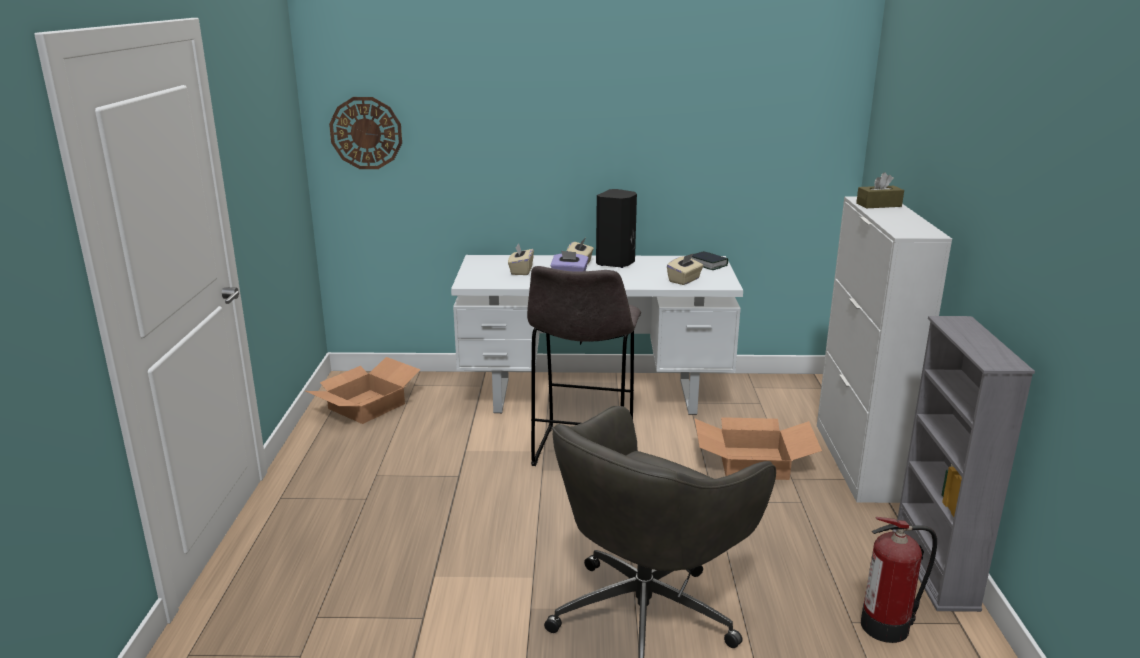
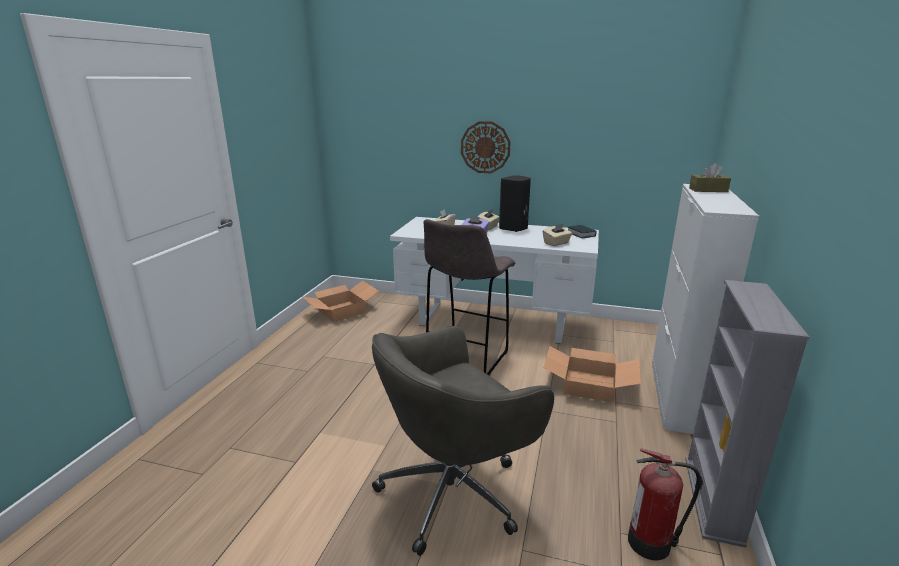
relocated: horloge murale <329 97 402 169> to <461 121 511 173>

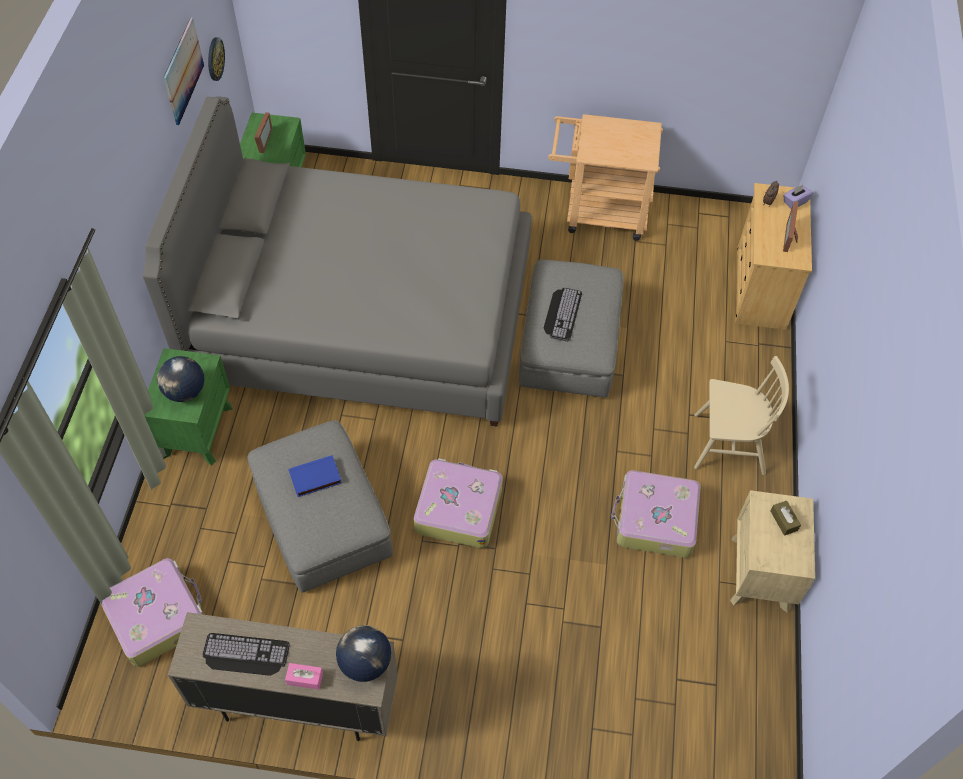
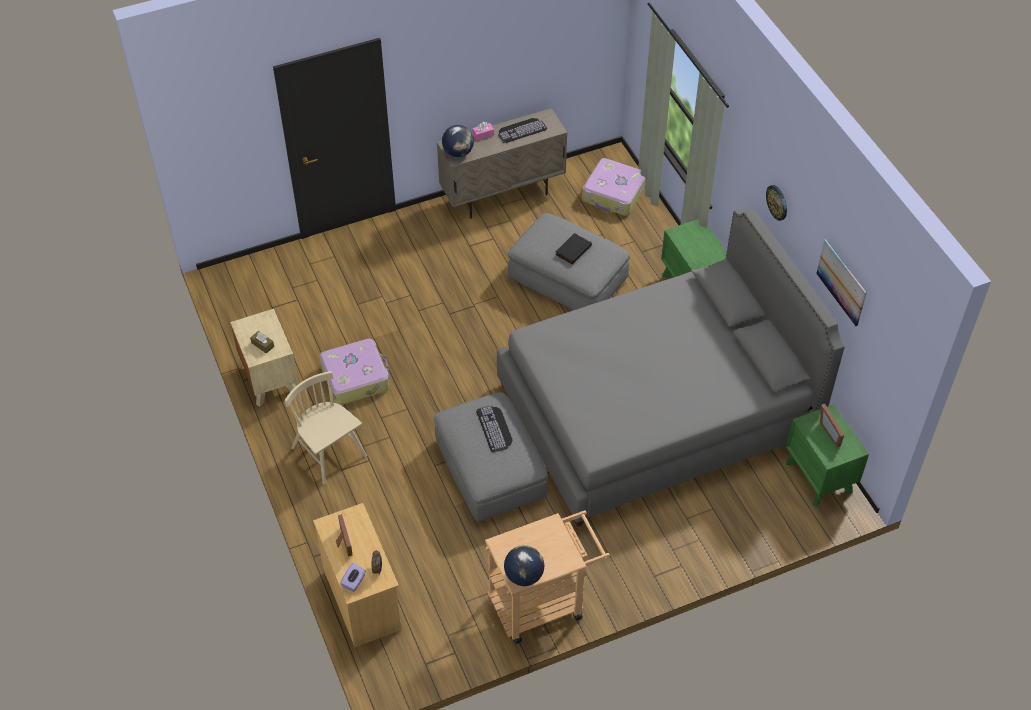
missing: valise <414 458 503 548>
relocated: globe <157 356 204 402> to <504 545 544 586>; horloge murale <208 37 225 81> to <766 185 787 221>
colour: livre (bleu) <289 455 342 497> to livre (noir) <555 233 592 264>
spun: chaise (beige) <694 356 789 475> = <285 371 367 484> 75 degrees clockwise

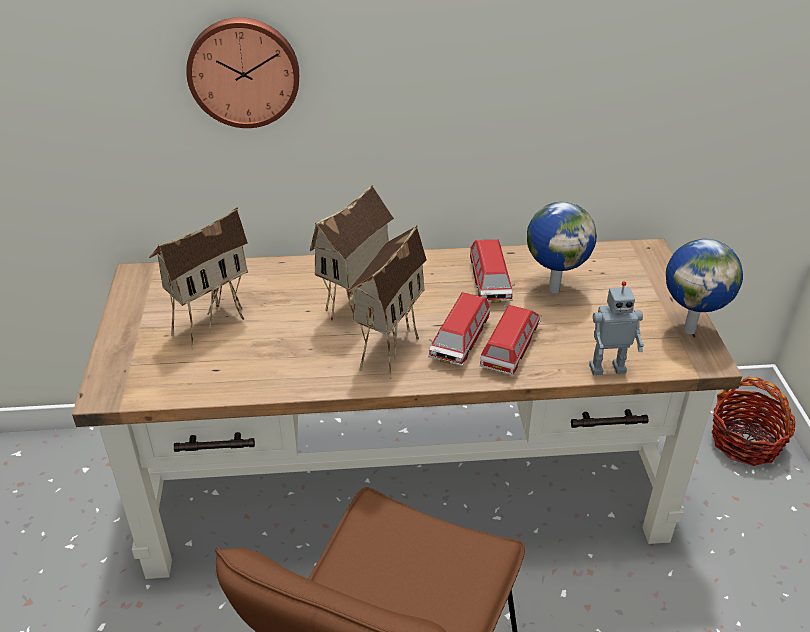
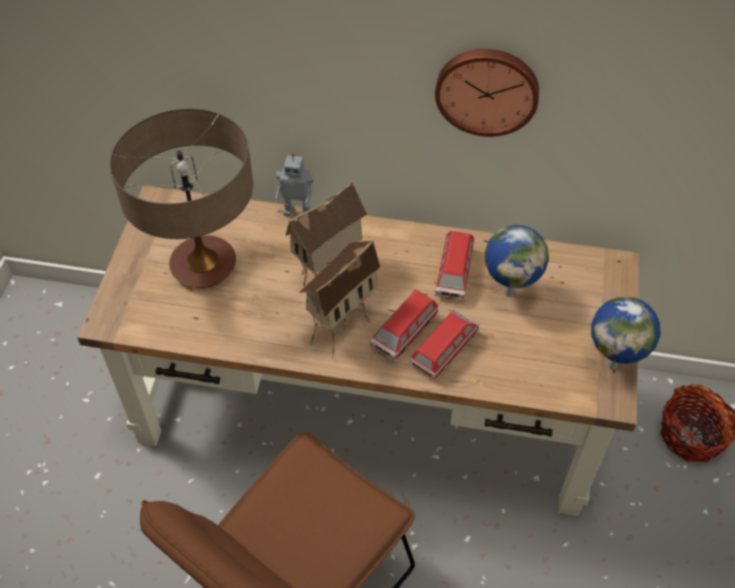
relocated: robot jouet <589 281 644 375> to <275 153 314 217>; horloge murale <186 17 299 128> to <435 49 539 137>
exchanged: maison miniature <149 207 248 350> to lampe de table <110 109 253 288>

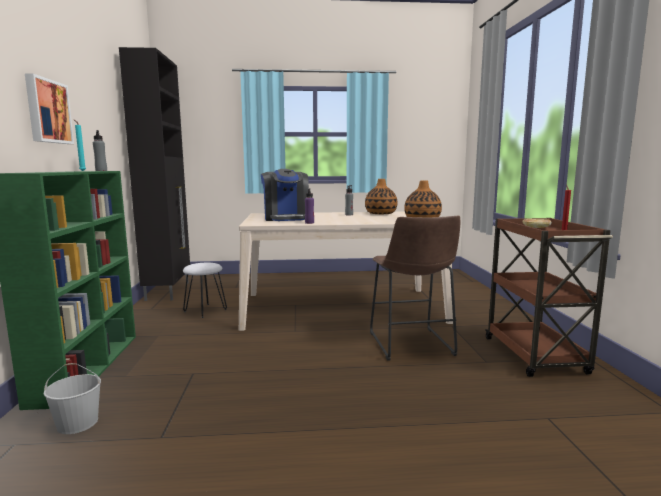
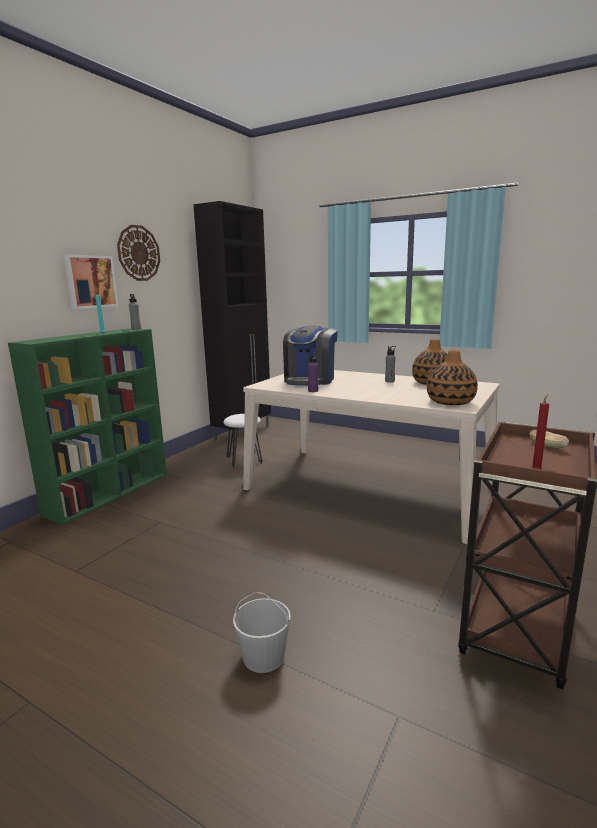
missing: tabouret (marron) <370 216 460 361>
appeared: horloge murale <117 225 160 281>
relocated: seau (blanc) <44 363 101 434> to <233 592 291 673>

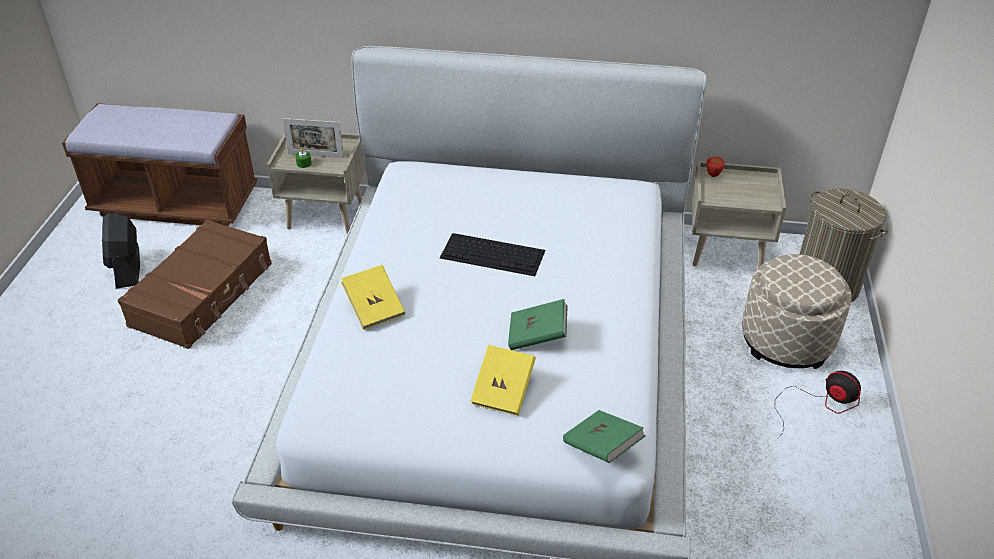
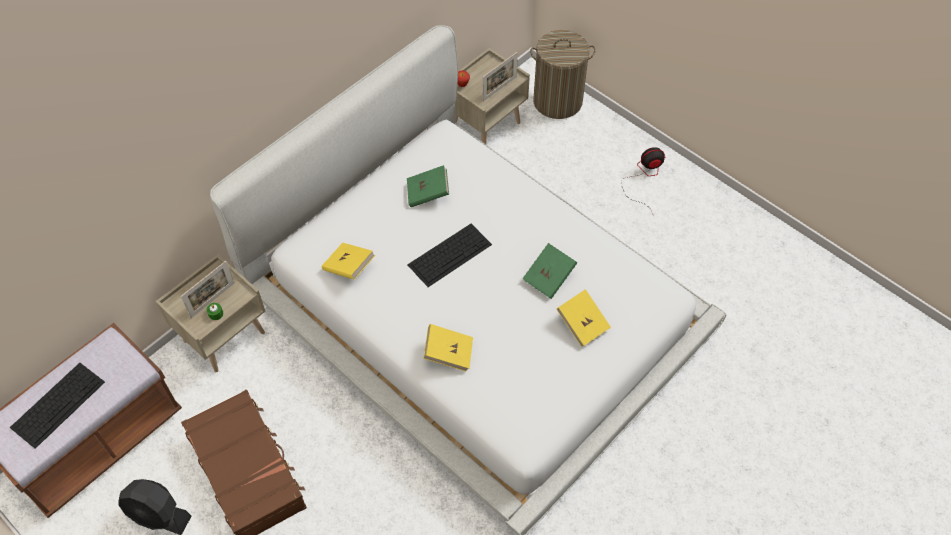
missing: pouf (beige) <742 254 852 369>
appeared: clavier <10 363 105 449>; livre (jaune) <322 243 375 280>; cadre photo <482 52 518 102>
relocated: livre (vert) <563 410 645 463> to <407 165 449 207>

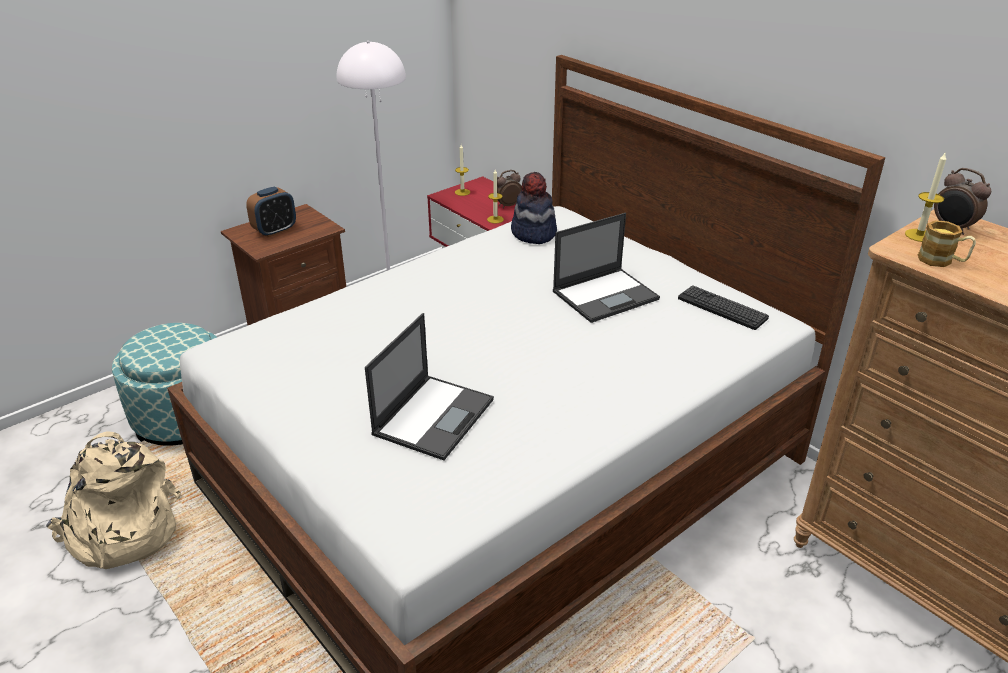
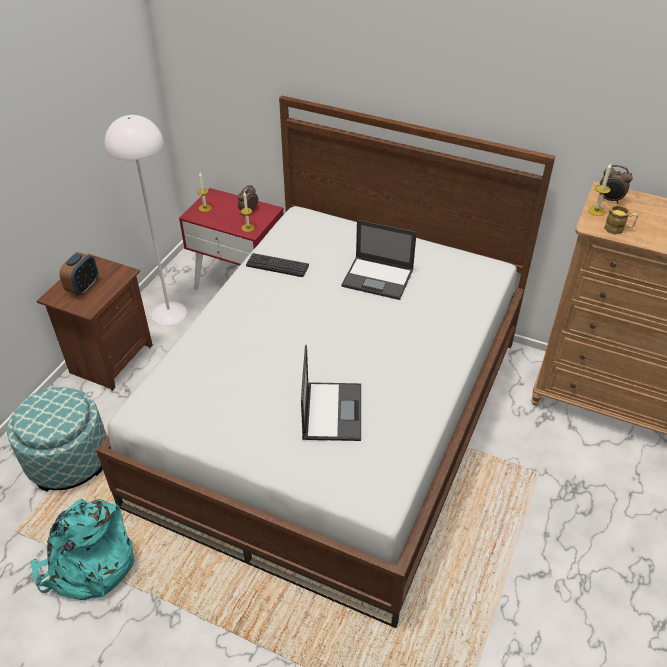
missing: chapeau <511 172 557 244>
relocated: clavier <678 285 769 330> to <246 253 309 277>
colour: sac à dos (beige) <46 431 181 569> to sac à dos (turquoise) <31 499 134 601>
spun: ordinateur portable <553 213 660 323> = <341 220 417 300> 75 degrees clockwise

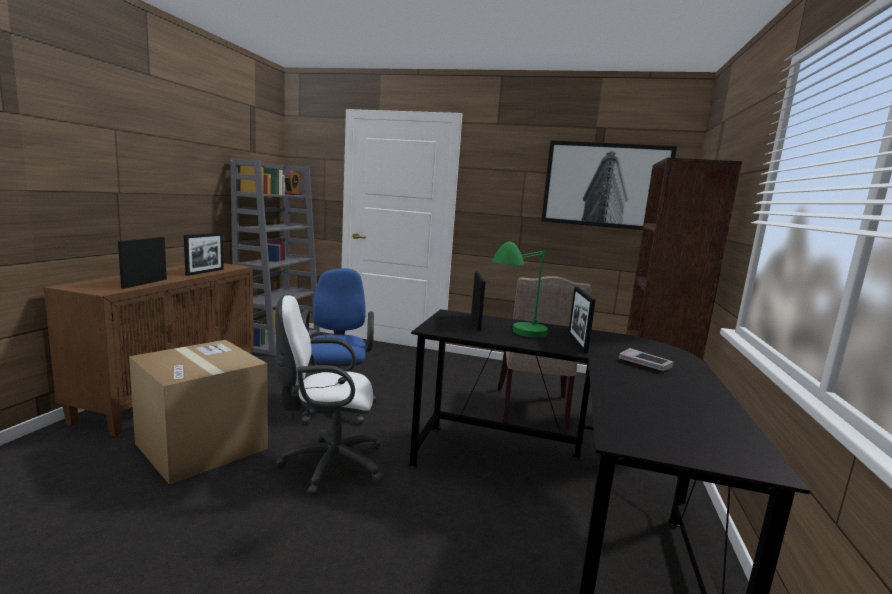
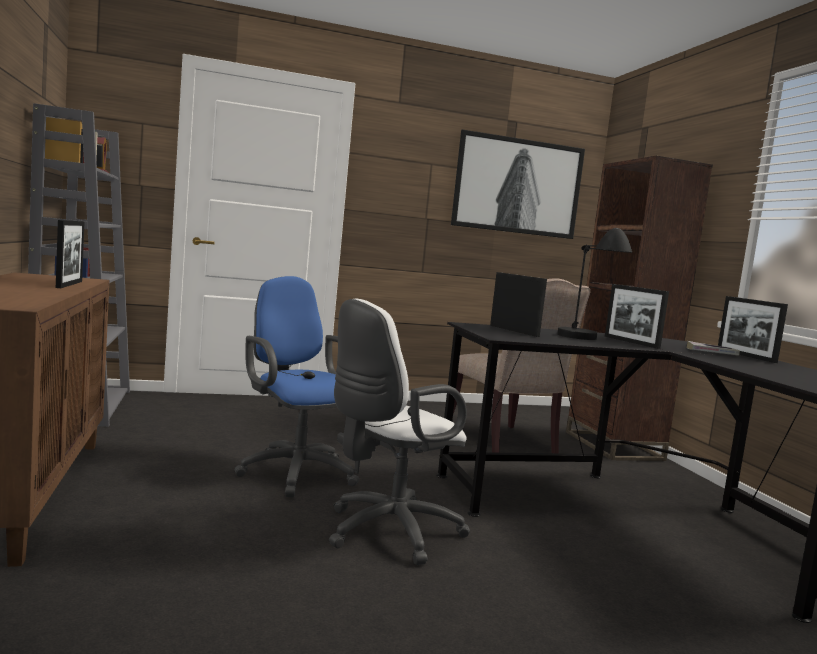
missing: carton <129 340 268 484>
relocated: cadre photo <118 237 167 289> to <718 296 788 363>
colour: lampe de table (vert) <492 242 548 338> to lampe de table (noir) <557 228 632 340>

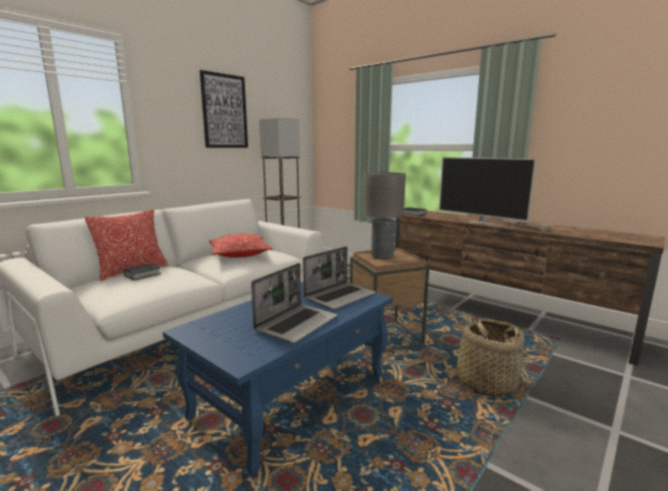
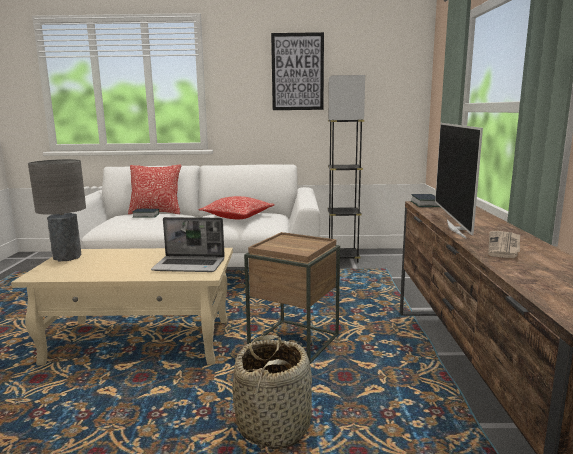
missing: ordinateur portable <251 263 338 343>
relocated: lampe de table (gris) <364 172 406 259> to <28 159 86 262>
colour: table basse (bleu) <163 282 393 475> to table basse (beige) <11 248 233 366>

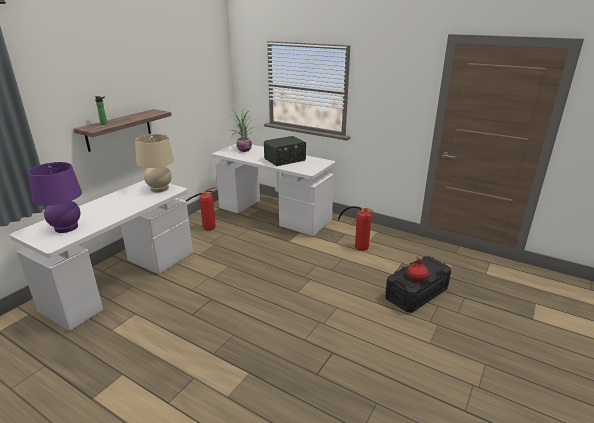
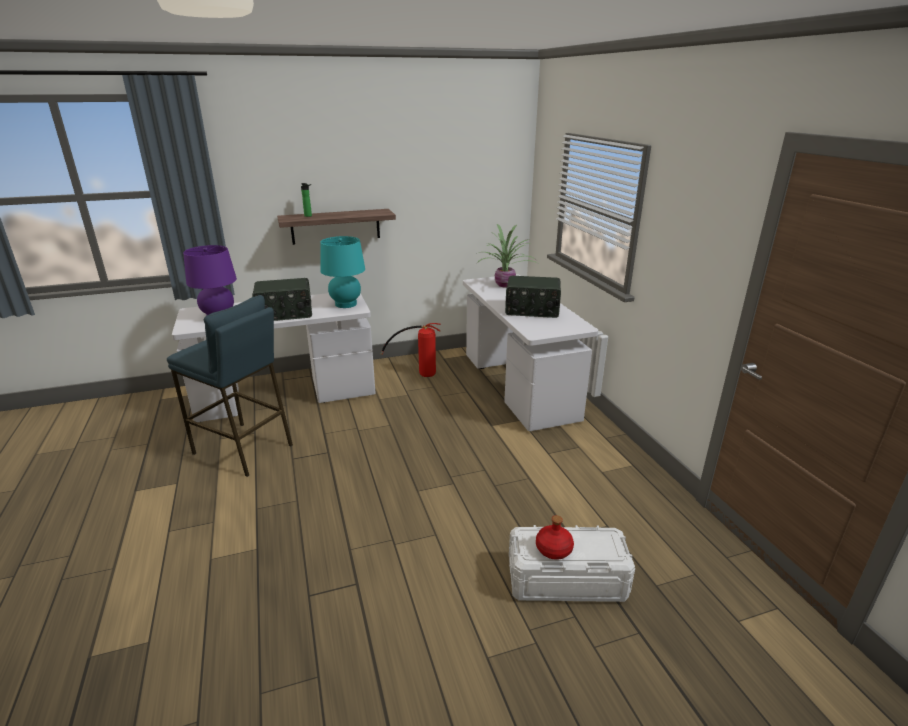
missing: extincteur <337 206 374 251>
appeared: tabouret (bleu) <167 295 293 477>; radio <252 278 312 321>
colour: lampe de table (beige) <135 134 174 192> to lampe de table (turquoise) <320 236 365 308>; boîte de rangement (noir) <386 256 451 313> to boîte de rangement (blanc) <509 525 635 602>

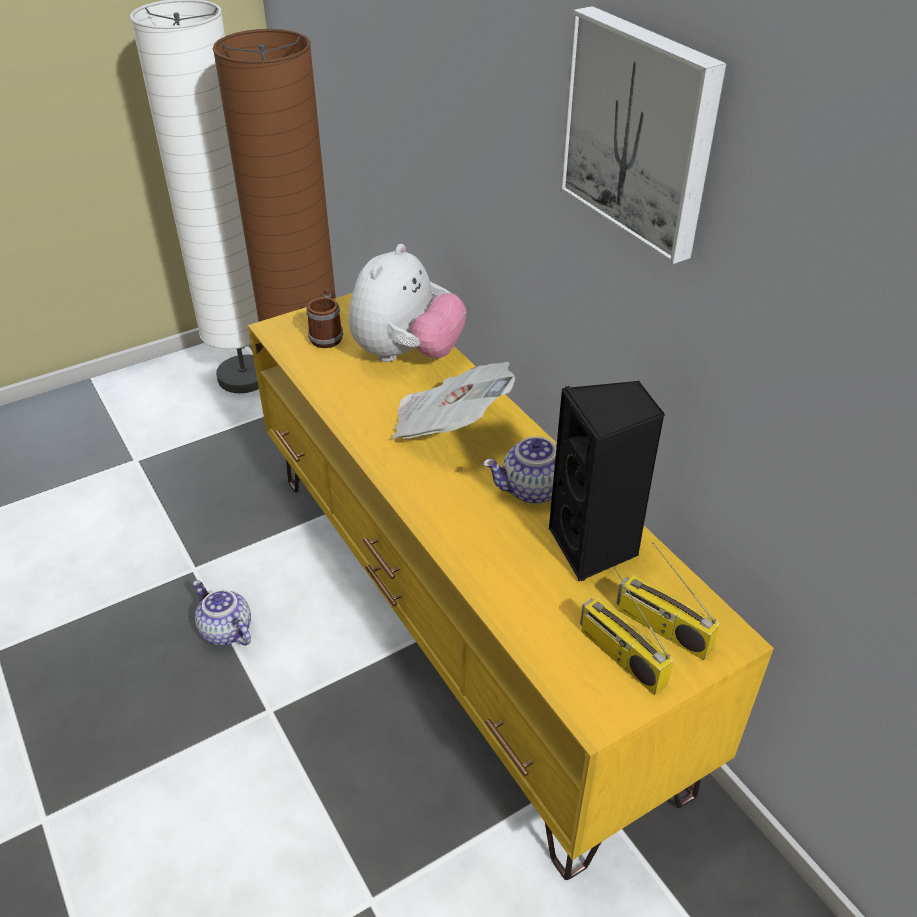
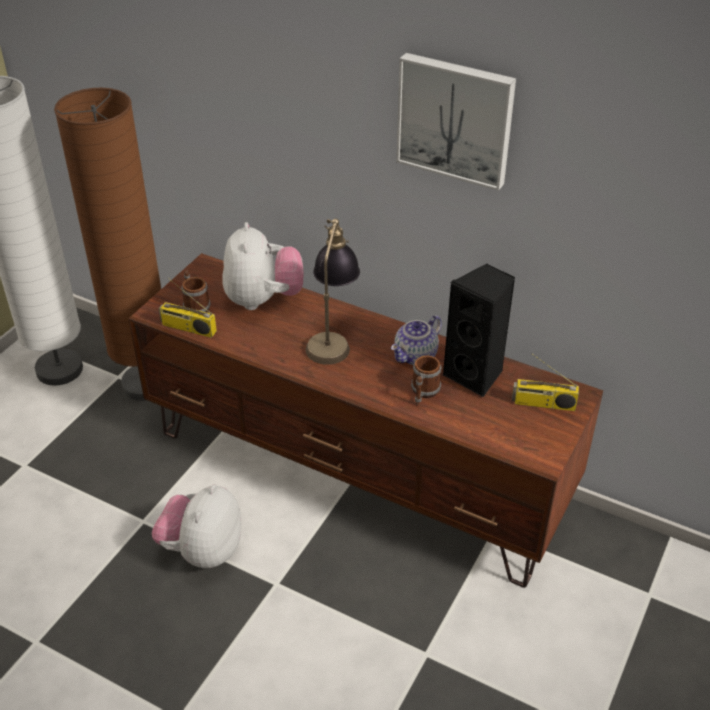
appeared: mug <411 355 441 406>
relocated: radio <580 567 674 695> to <158 278 217 338>
exchanged: théière <193 580 251 646> to peluche <152 485 241 568>; journal <392 362 515 439> to lampe de table <306 218 360 365>
colour: meuble télé (jaune) <248 293 774 880> to meuble télé (marron) <128 253 603 588>

